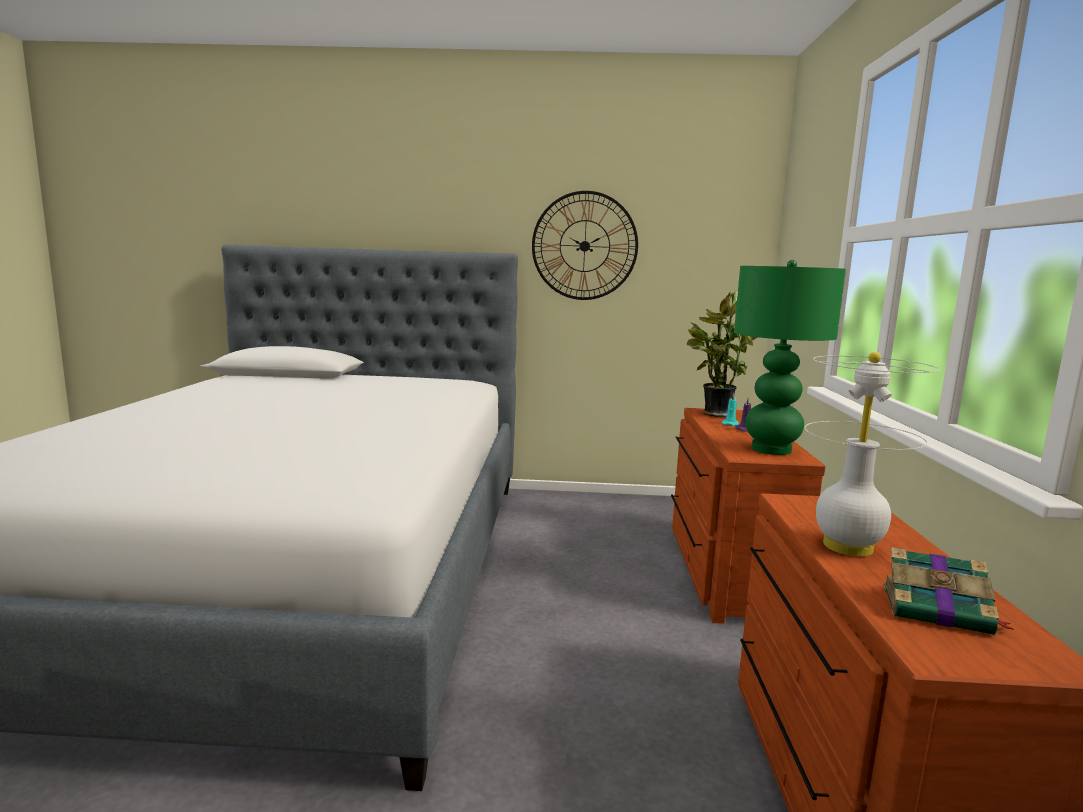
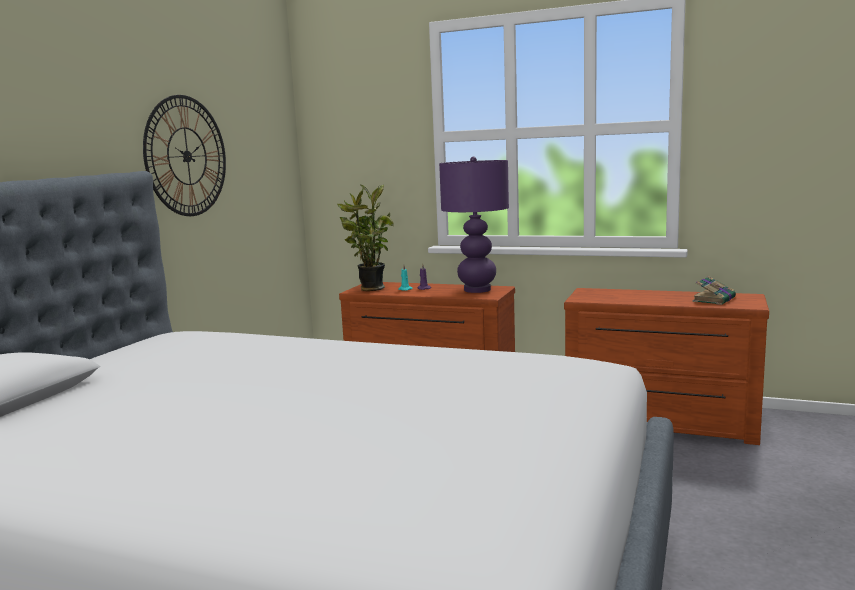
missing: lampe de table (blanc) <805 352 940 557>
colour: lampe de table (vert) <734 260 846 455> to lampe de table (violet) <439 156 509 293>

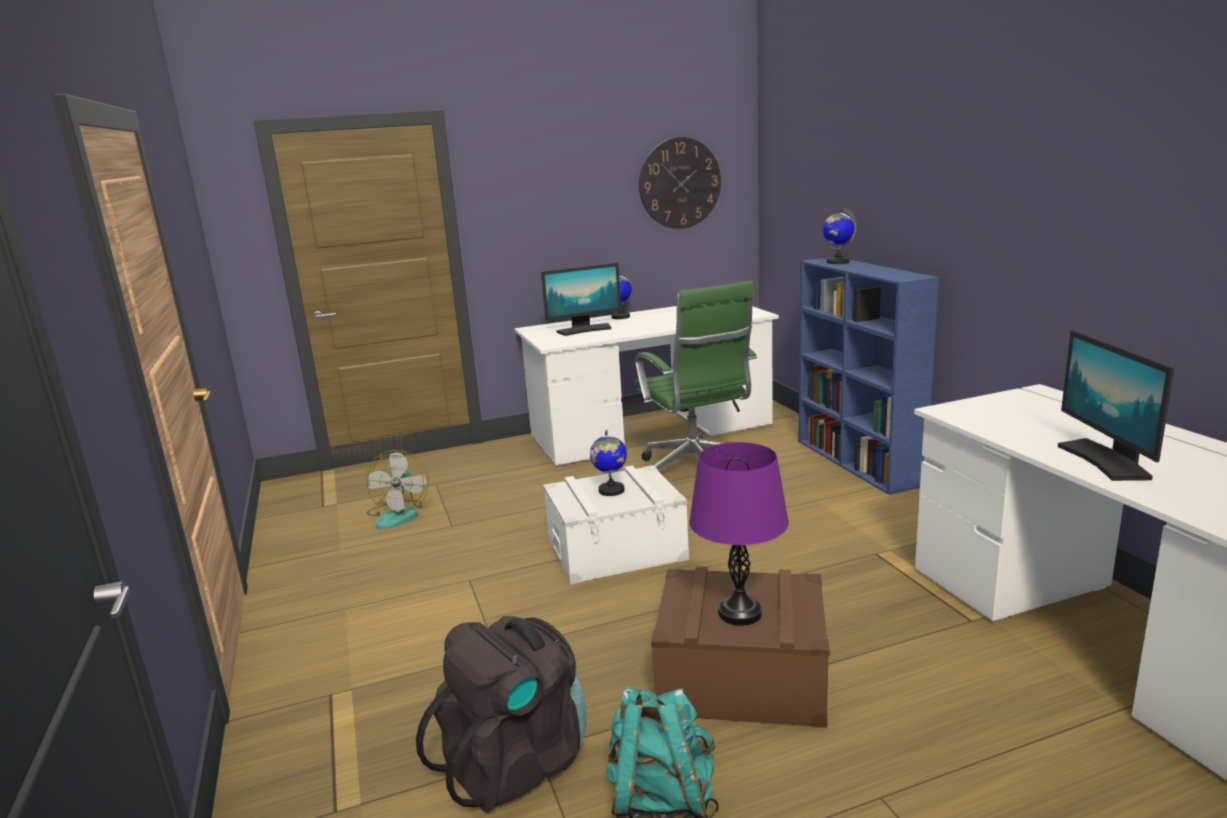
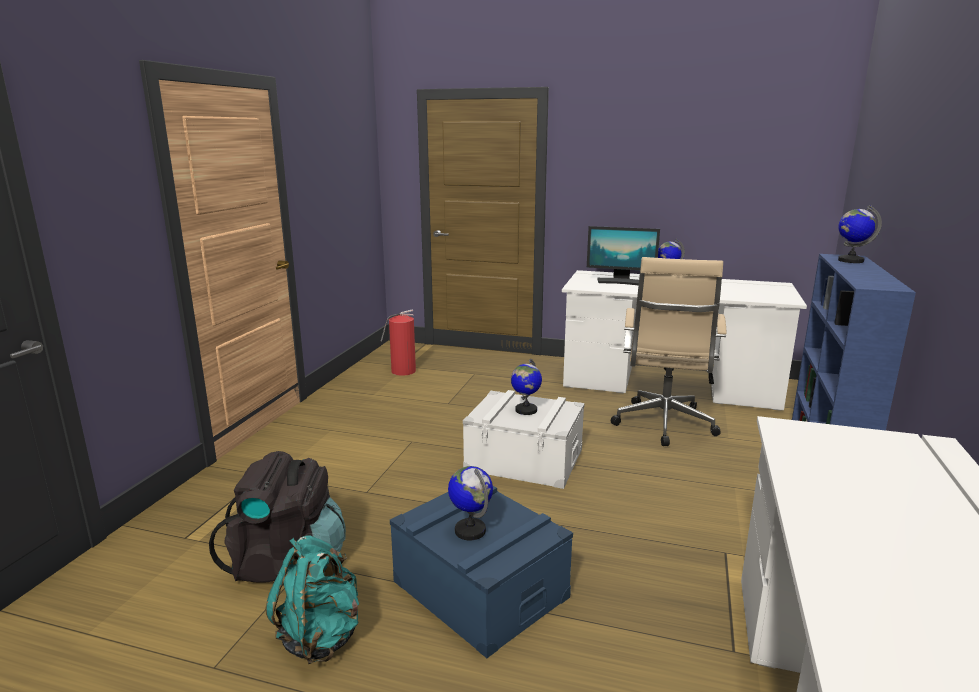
missing: ventilateur <365 450 429 529>; horloge murale <639 137 721 229>; écran d'ordinateur <1058 330 1174 481>
appeared: extincteur <380 309 416 376>
exchanged: lampe de table (violet) <689 442 789 626> to globe <448 466 493 540>
colour: boîte de rangement (marron) <651 566 830 728> to boîte de rangement (bleu) <390 486 573 658>; chaise de bureau (vert) <634 281 757 469> to chaise de bureau (beige) <611 257 727 446>

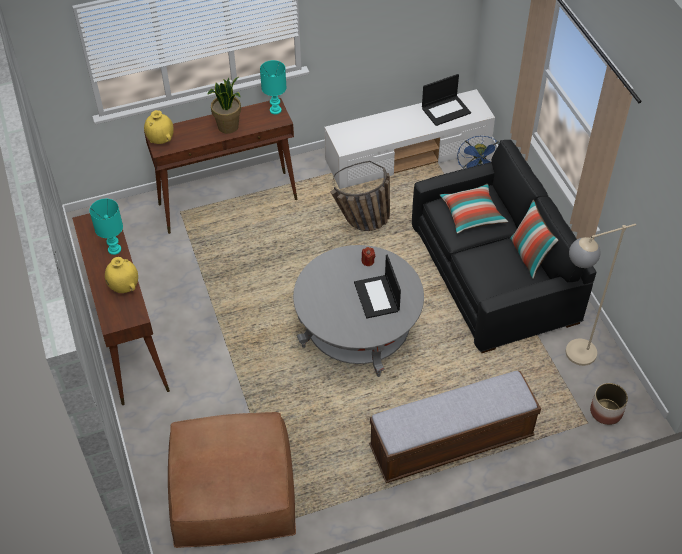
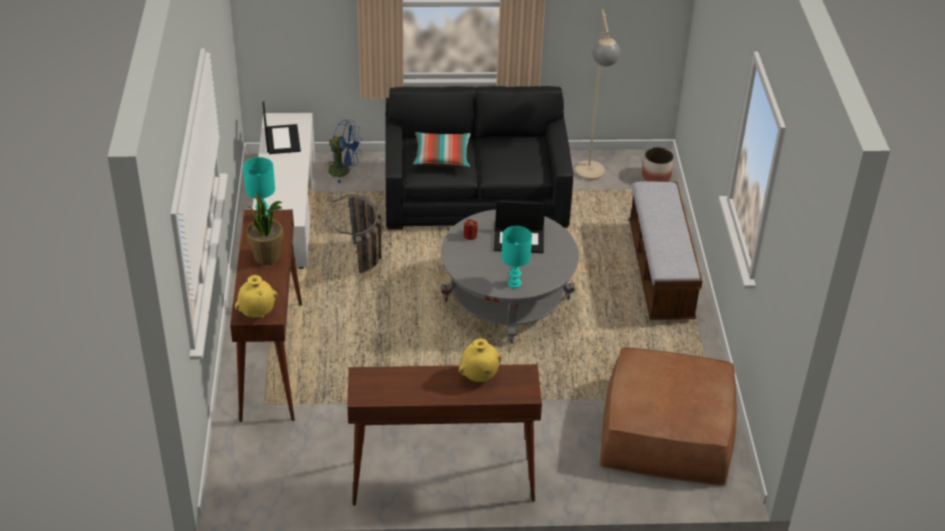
missing: coussin <510 200 559 279>
relocated: lampe de table (turquoise) <89 199 123 255> to <501 226 532 288>

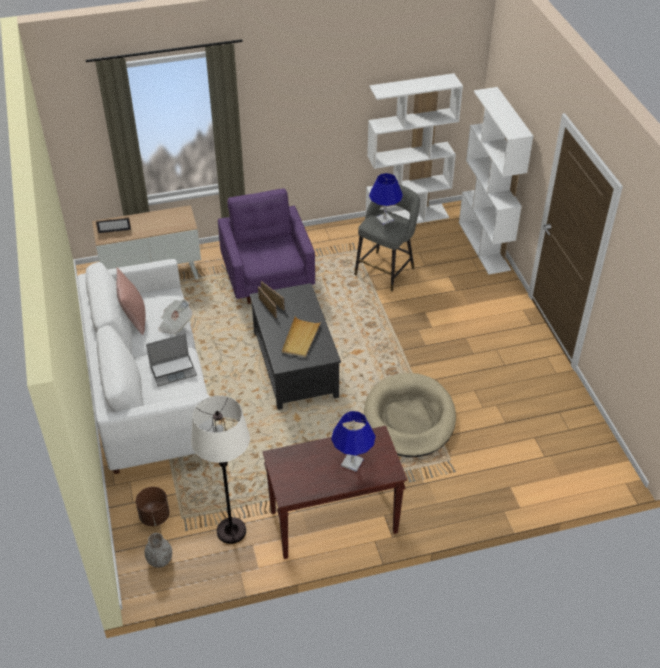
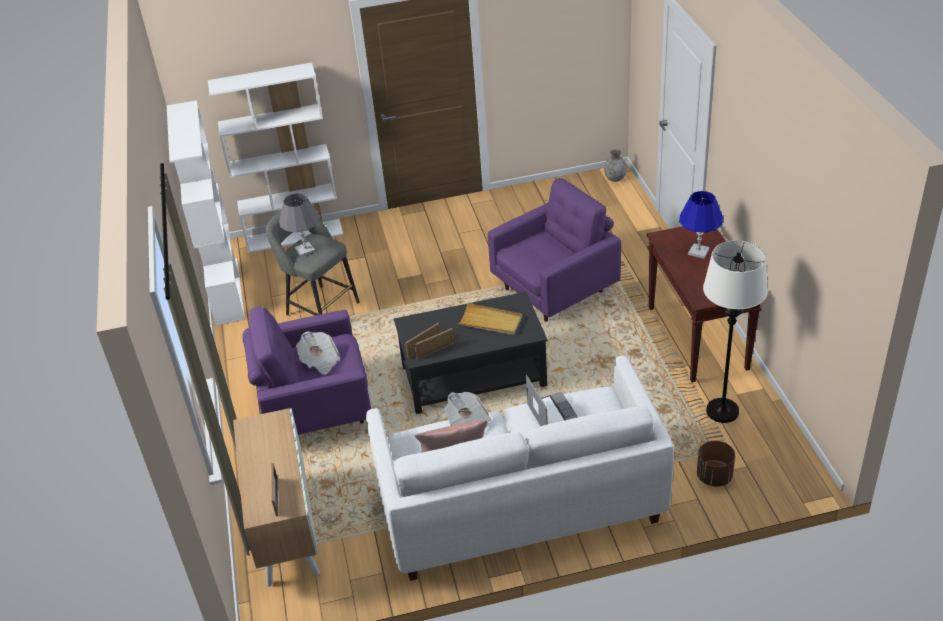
appeared: journal <296 331 340 375>
relocated: vase (gris) <145 533 172 568> to <604 149 627 182>
exchanged: panier pour chien (beige) <364 373 456 457> to fauteuil (violet) <488 178 621 322>
colour: lampe de table (bleu) <369 173 403 225> to lampe de table (gris) <279 193 320 257>

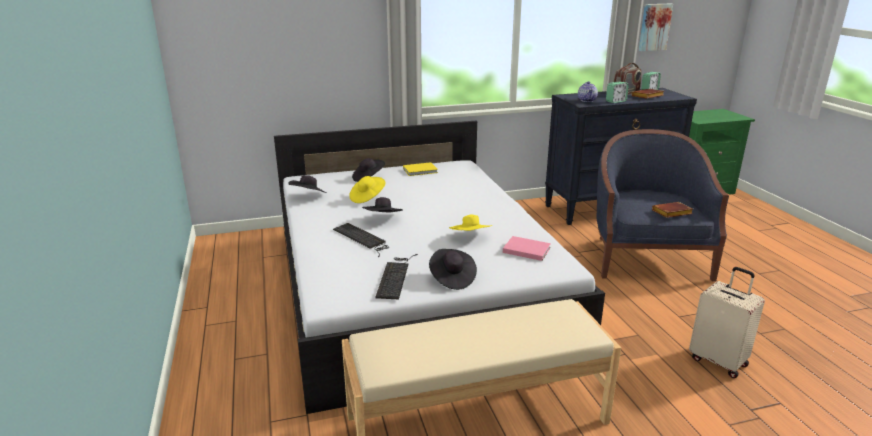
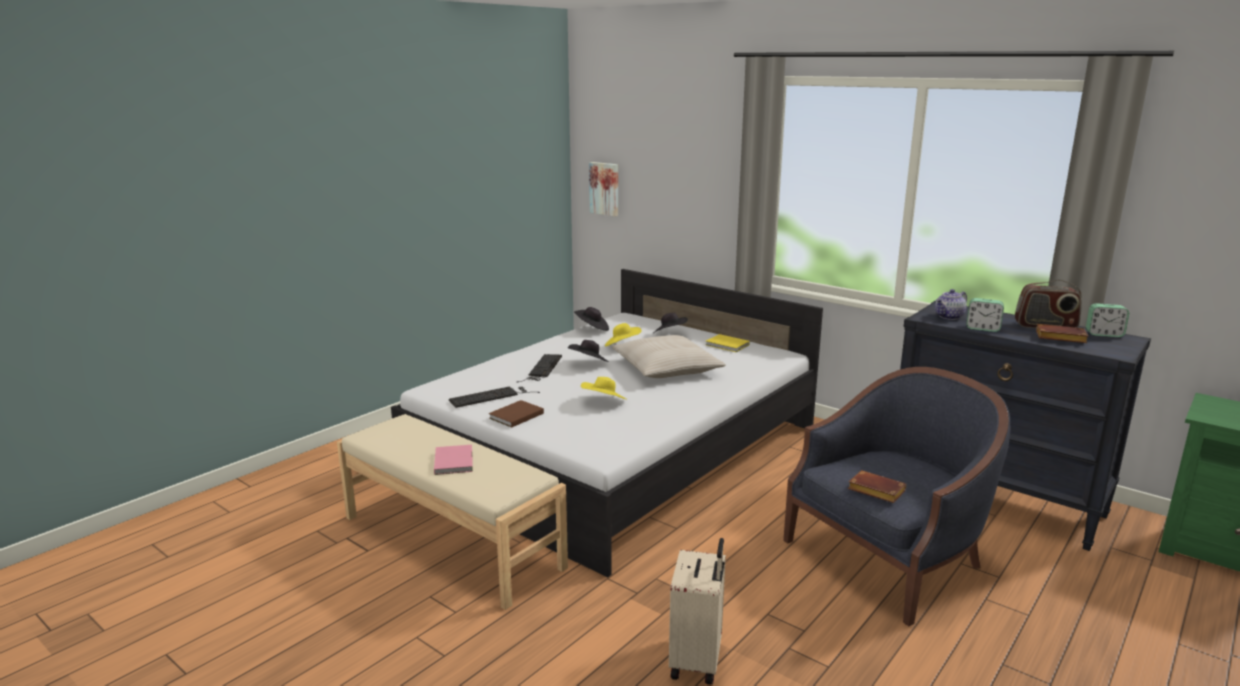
appeared: coussin (beige) <612 335 726 378>
relocated: livre (rose) <503 236 551 261> to <434 445 473 475>; tableau <639 4 673 51> to <589 162 618 216>
exchanged: chapeau (noir) <429 249 477 290> to livre (marron) <489 400 544 428>

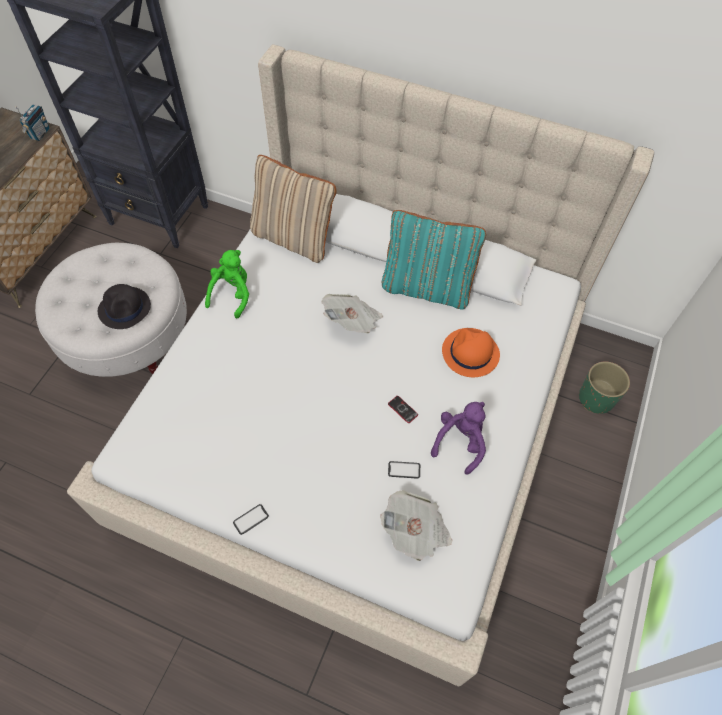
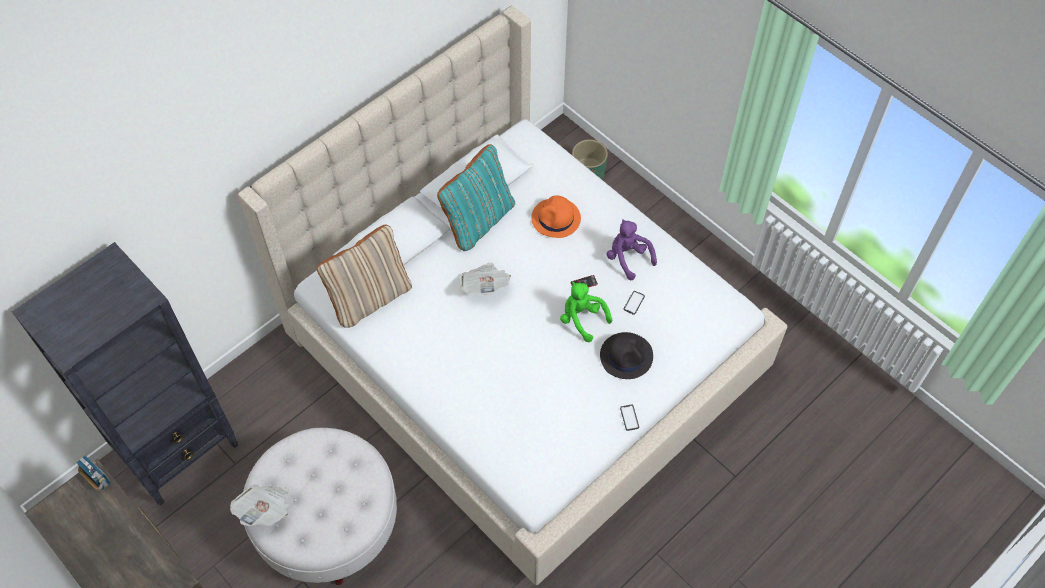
relocated: journal <380 490 452 561> to <230 485 290 526>; peluche (vert) <205 250 249 318> to <560 282 612 342>; chapeau (noir) <98 284 151 329> to <600 332 653 379>

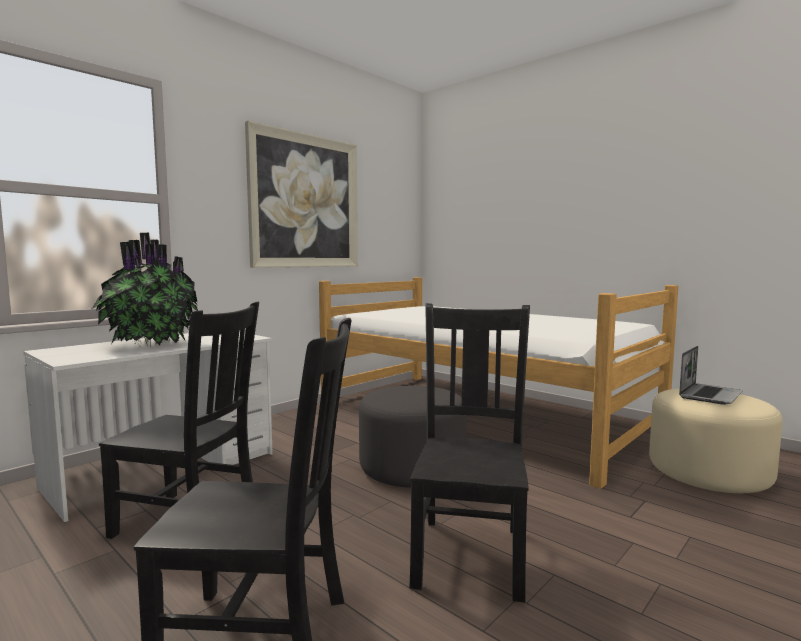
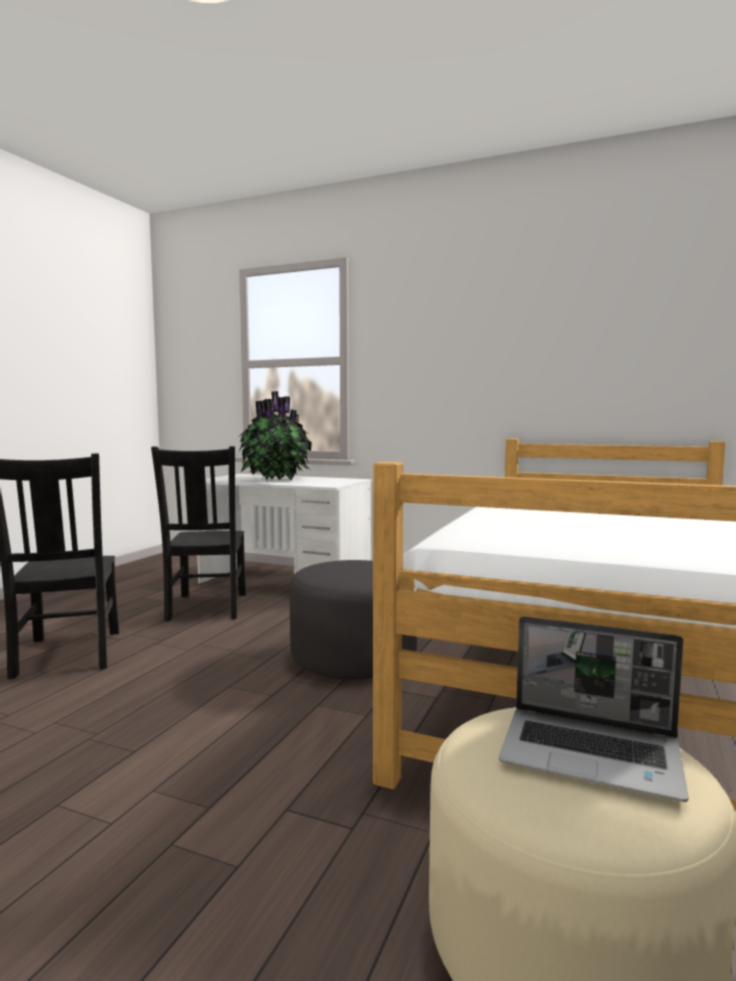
missing: tableau <245 121 358 268>; chaise (noir) <409 303 530 603>

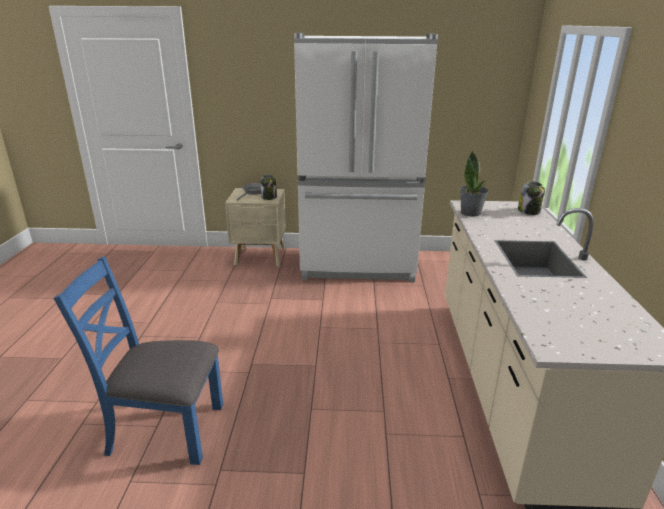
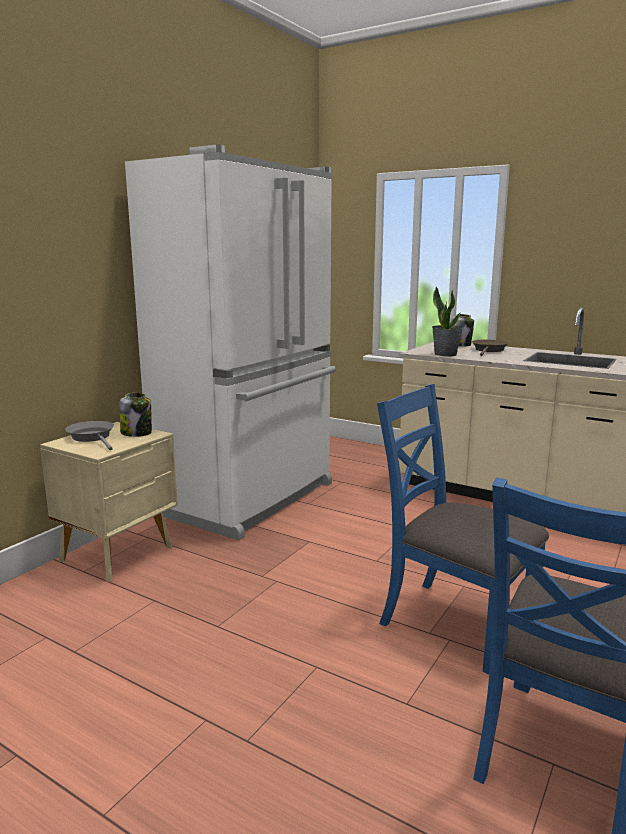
appeared: chaise (bleu) <377 384 549 674>; poêle (marron) <472 340 509 356>

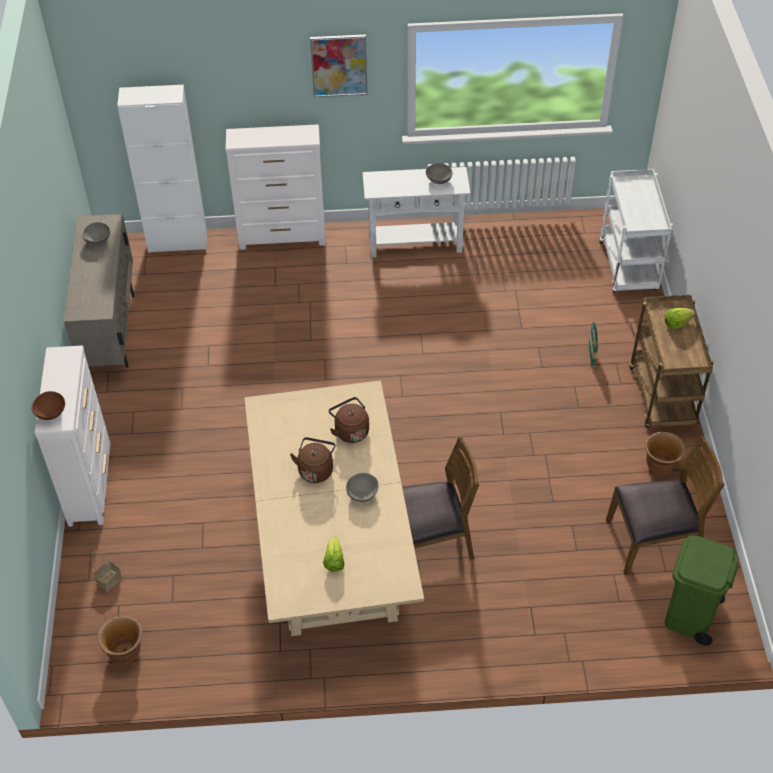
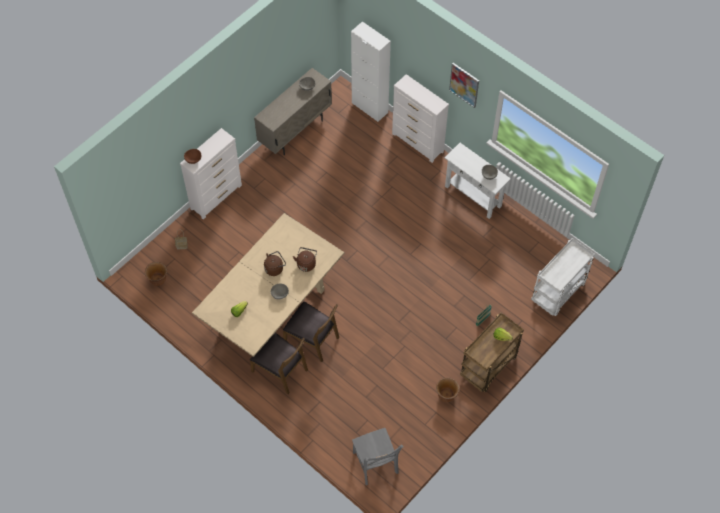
relocated: chaise (marron) <606 436 725 575> to <250 333 308 394>
exchanged: poubelle (vert) <665 535 738 646> to chaise (gris) <352 428 404 485>

